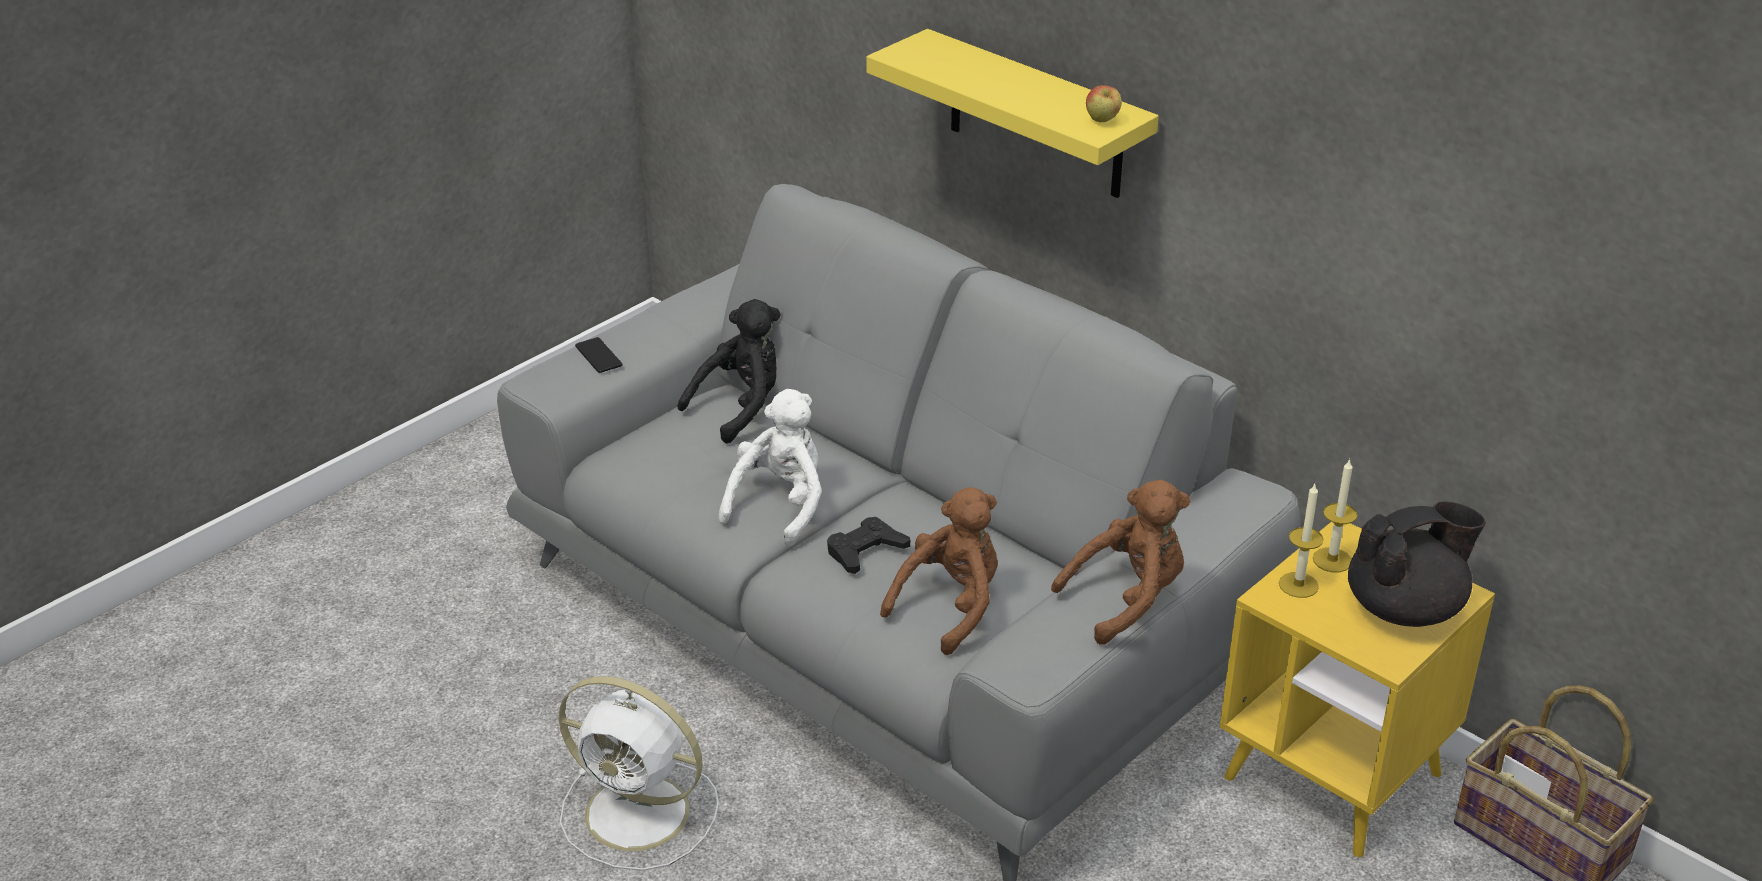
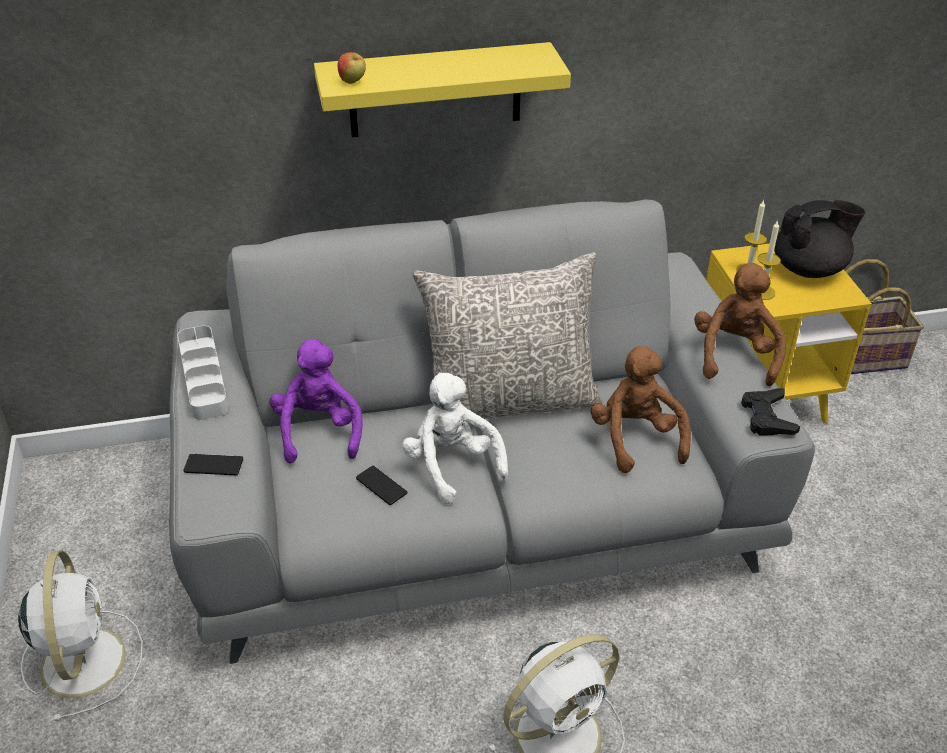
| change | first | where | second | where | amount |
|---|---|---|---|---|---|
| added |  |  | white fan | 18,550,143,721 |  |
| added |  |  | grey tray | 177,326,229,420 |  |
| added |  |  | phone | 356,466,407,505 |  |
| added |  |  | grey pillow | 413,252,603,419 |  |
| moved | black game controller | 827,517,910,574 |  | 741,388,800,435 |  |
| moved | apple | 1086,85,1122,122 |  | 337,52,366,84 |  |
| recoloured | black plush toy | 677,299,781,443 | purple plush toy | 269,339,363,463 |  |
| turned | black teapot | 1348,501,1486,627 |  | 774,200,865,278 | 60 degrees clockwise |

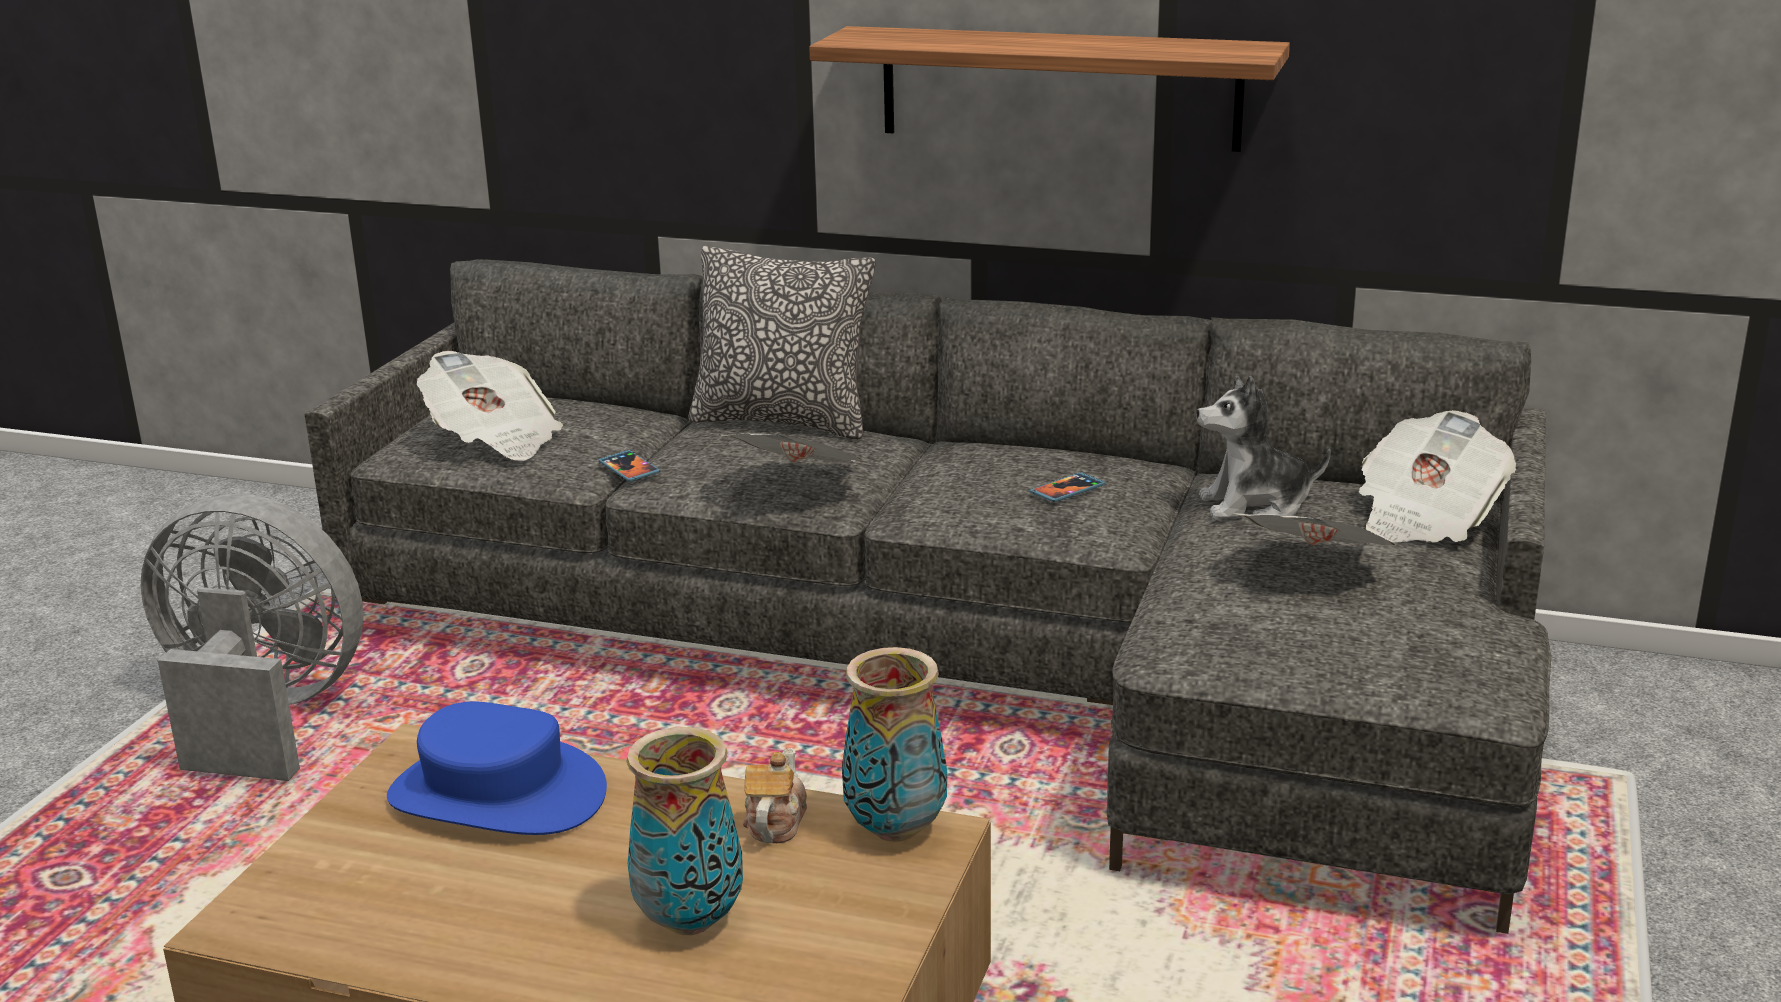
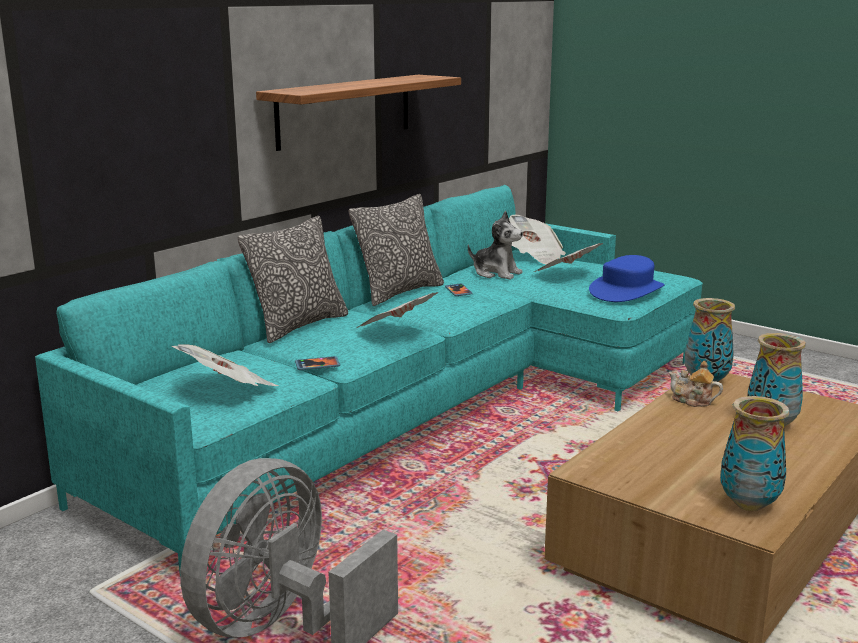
| change | first | where | second | where | amount |
|---|---|---|---|---|---|
| added |  |  | pillow | 349,194,444,306 |  |
| added |  |  | vase | 720,396,790,511 |  |
| moved | blue hat | 387,702,607,835 |  | 589,255,665,302 |  |
| recoloured | grey sofa | 305,259,1551,934 | turquoise sofa | 35,185,703,572 |  |
| turned | plush toy | 1197,376,1331,520 |  | 468,211,523,280 | 75 degrees counterclockwise |

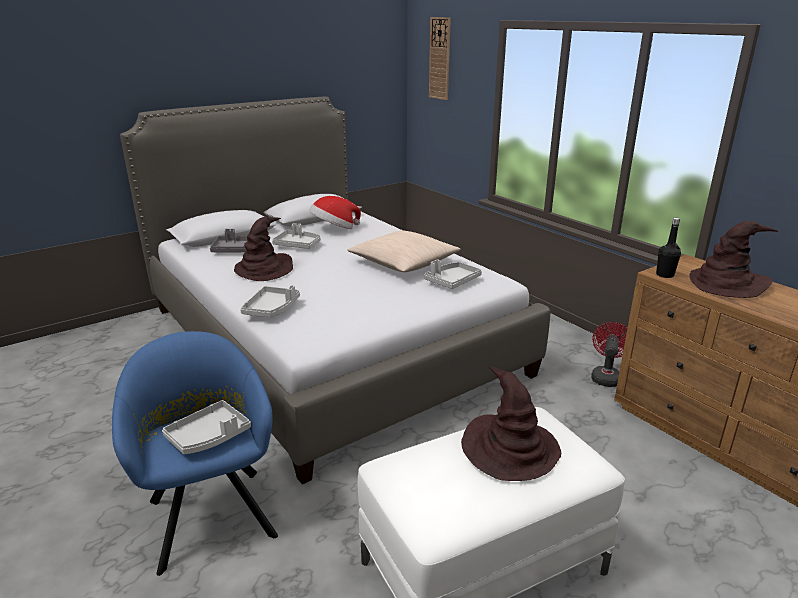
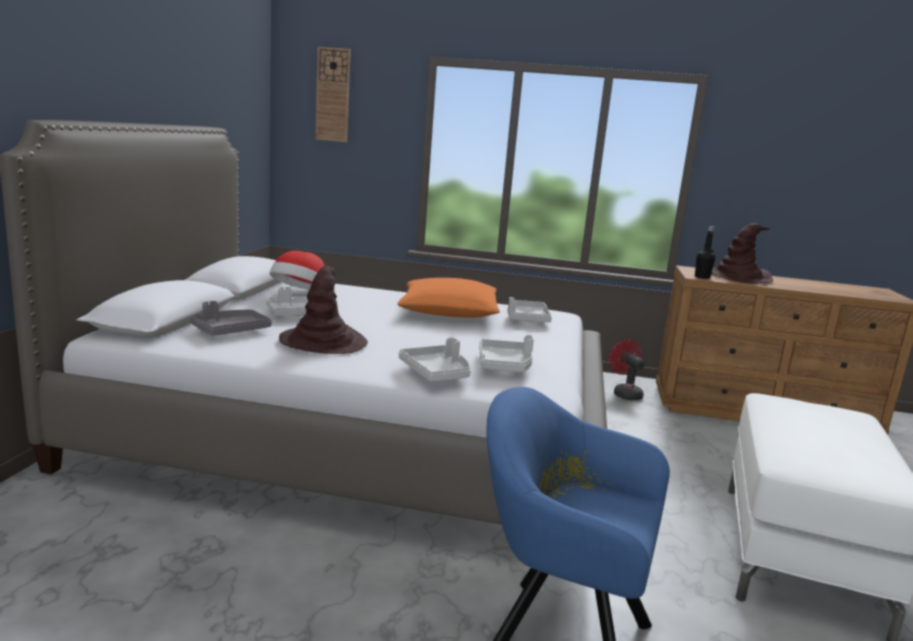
| change | first | where | second | where | amount |
|---|---|---|---|---|---|
| removed | brown hat | 461,367,561,481 |  |  |  |
| moved | grey tray | 162,400,251,454 |  | 479,335,534,372 |  |
| recoloured | beige pillow | 347,230,461,272 | orange pillow | 397,278,500,318 |  |

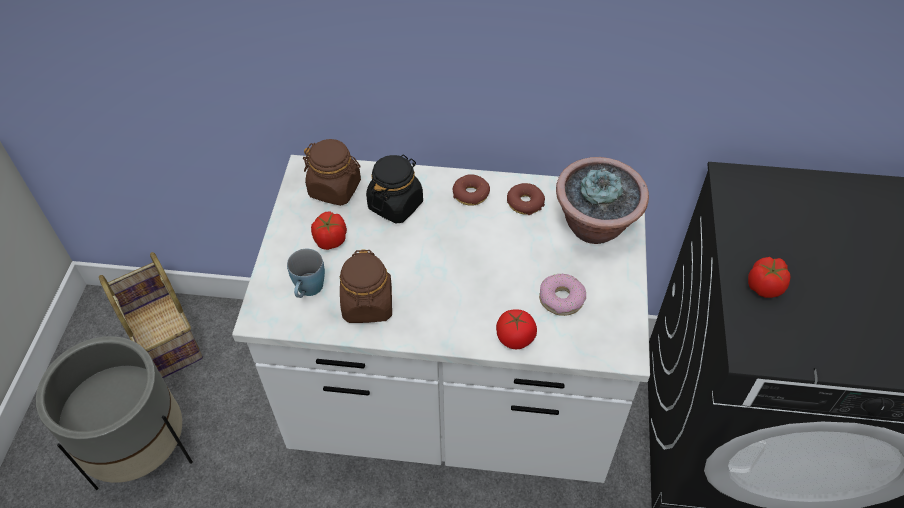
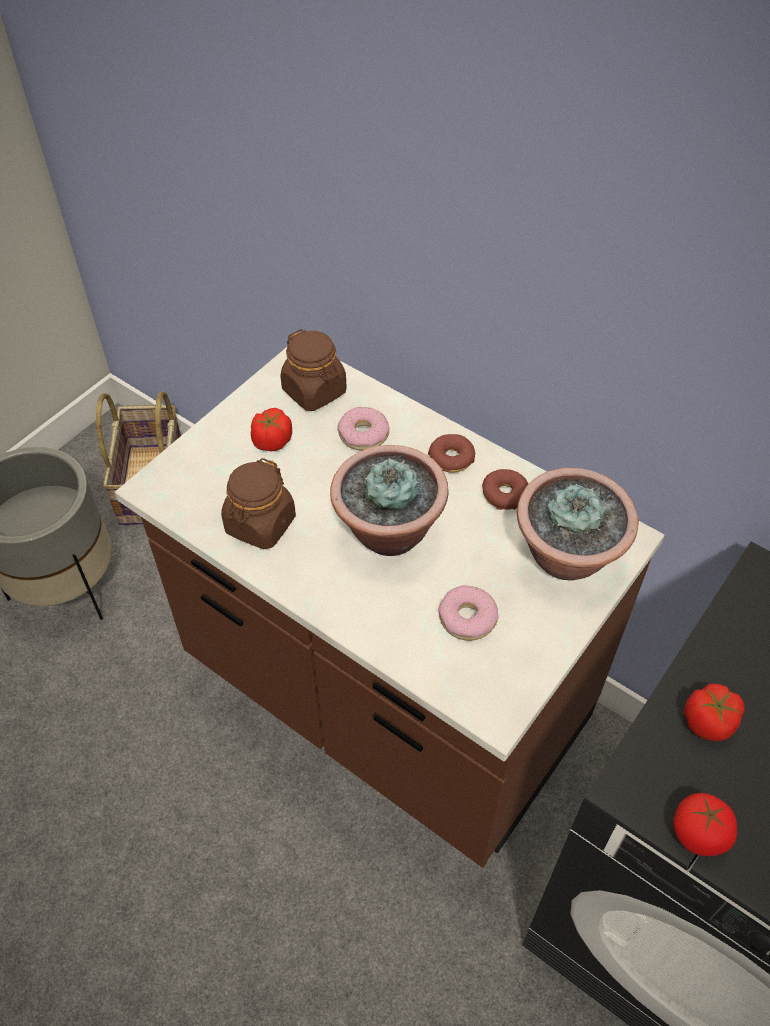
| change | first | where | second | where | amount |
|---|---|---|---|---|---|
| removed | blue mug | 287,249,325,298 |  |  |  |
| added |  |  | potted plant | 330,445,449,556 |  |
| moved | tomato | 496,309,537,349 |  | 673,793,737,856 |  |
| replaced | black jar | 366,154,423,224 | donut | 337,407,390,451 |  |
| recoloured | white counter | 232,155,650,483 | brown counter | 115,347,664,868 |  |

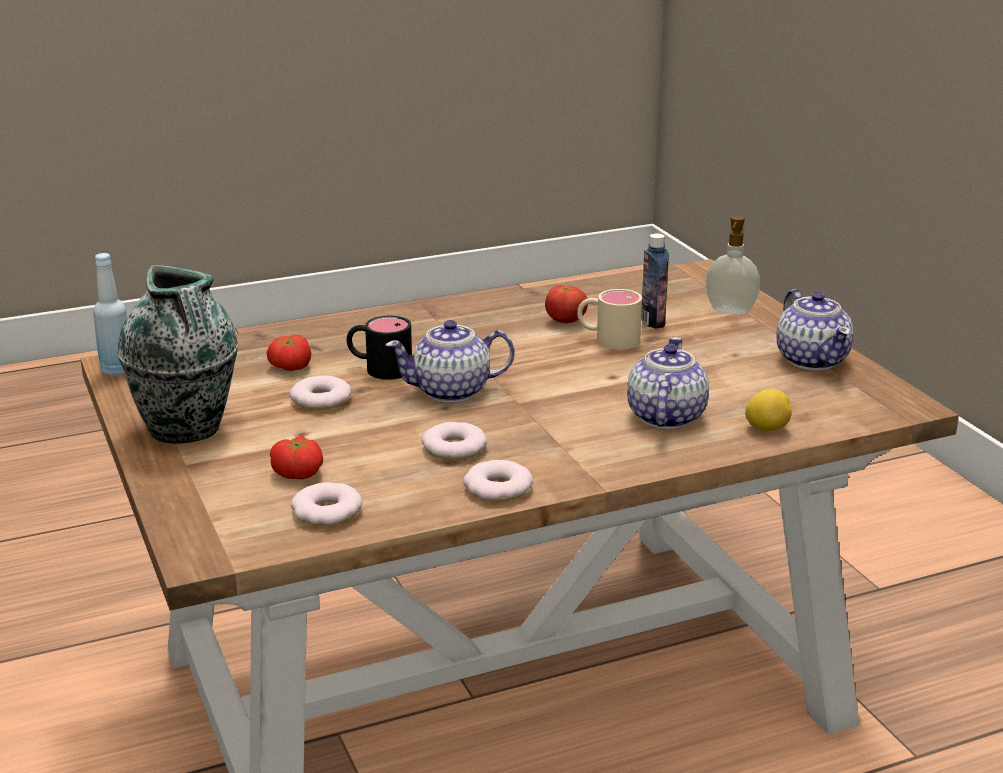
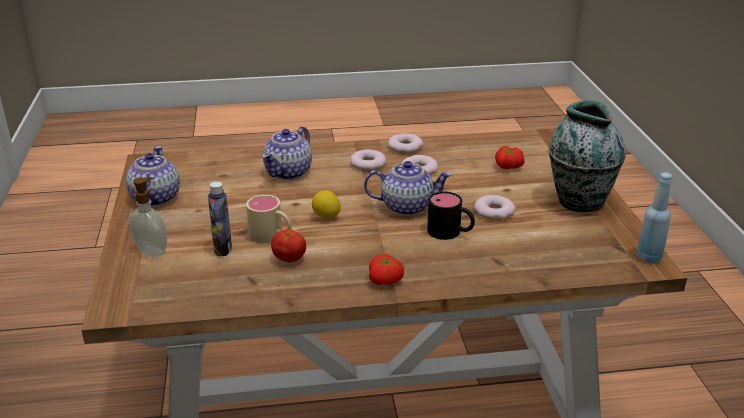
| change | first | where | second | where | amount |
|---|---|---|---|---|---|
| moved | tomato | 266,335,311,371 |  | 369,254,404,285 |  |
| moved | donut | 291,482,362,526 |  | 350,149,387,171 |  |
| moved | lemon | 745,389,792,431 |  | 312,190,341,219 |  |

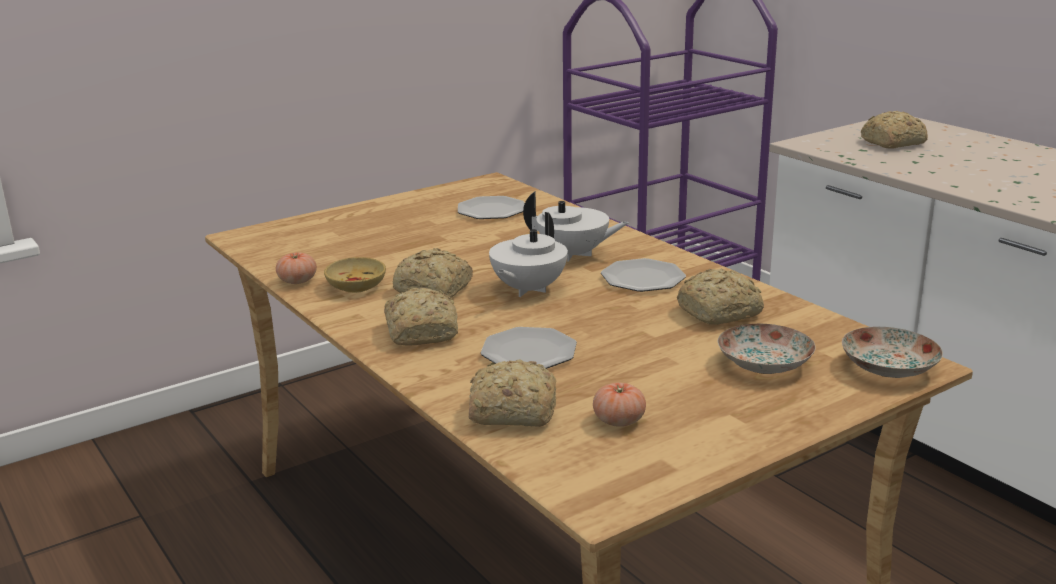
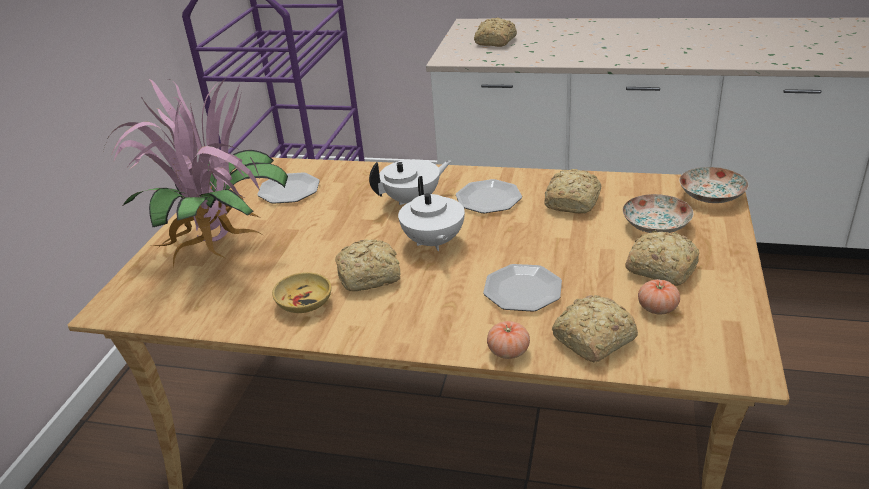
| change | first | where | second | where | amount |
|---|---|---|---|---|---|
| added |  |  | potted plant | 106,77,288,267 |  |
| moved | tomato | 276,252,317,284 |  | 487,321,530,359 |  |
| moved | bread | 384,288,458,346 |  | 625,230,699,286 |  |

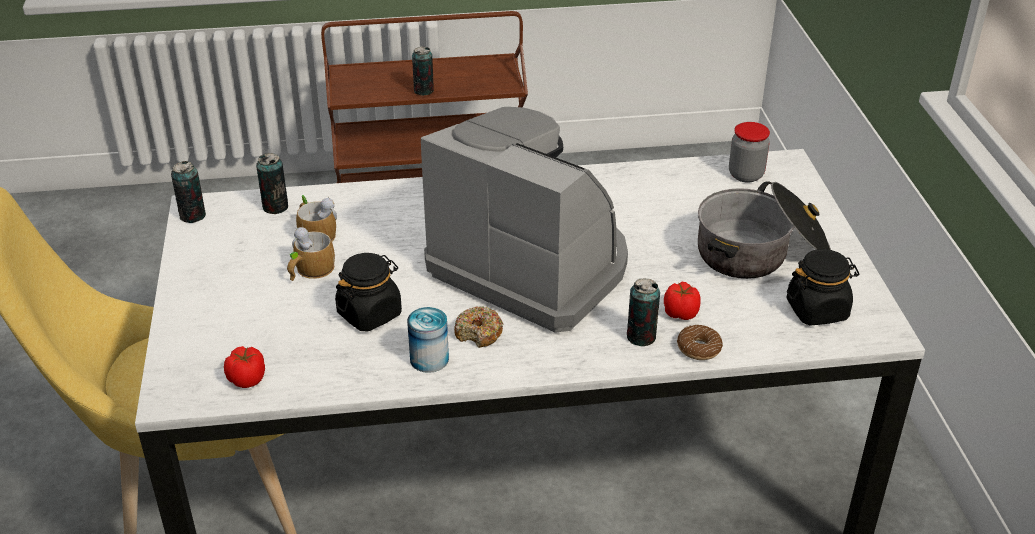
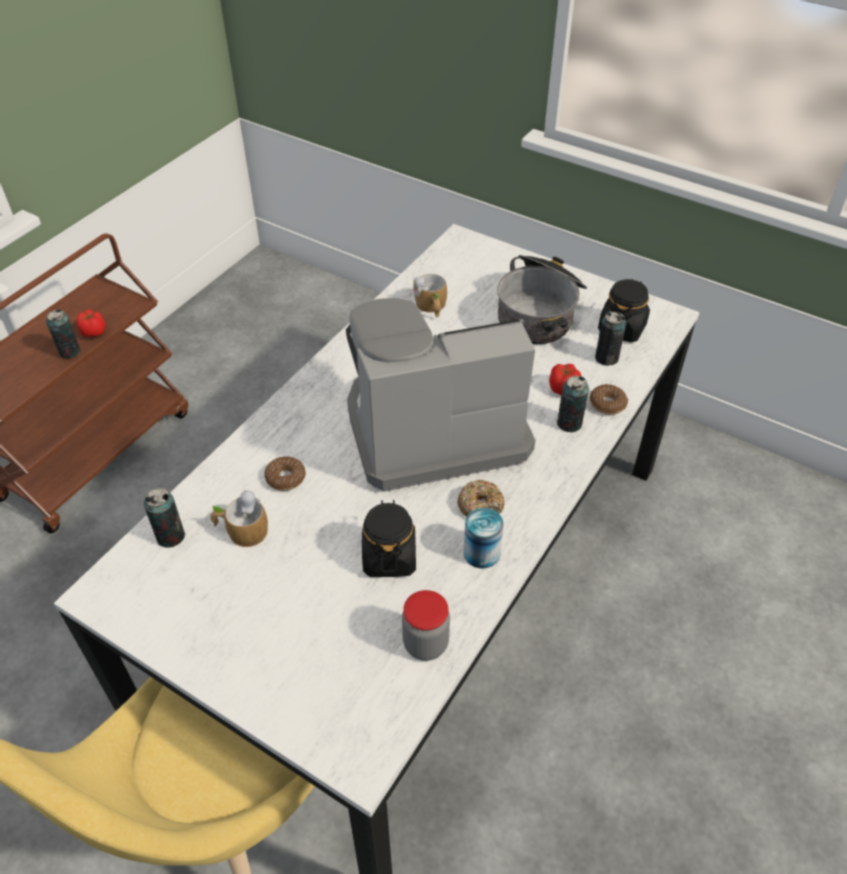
| change | first | where | second | where | amount |
|---|---|---|---|---|---|
| added |  |  | donut | 264,457,306,491 |  |
| moved | can | 171,161,206,223 |  | 595,311,626,366 |  |
| moved | tomato | 224,346,265,388 |  | 76,310,105,337 |  |
| moved | mug | 287,227,335,281 |  | 413,274,447,317 |  |
| moved | jar | 729,122,770,182 |  | 402,590,450,661 |  |

